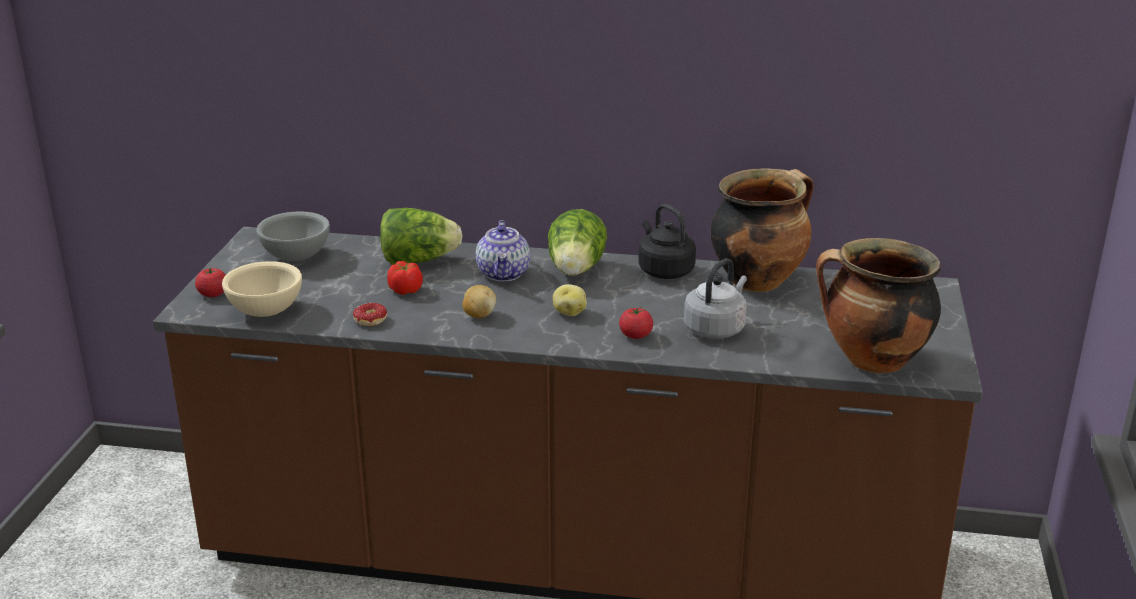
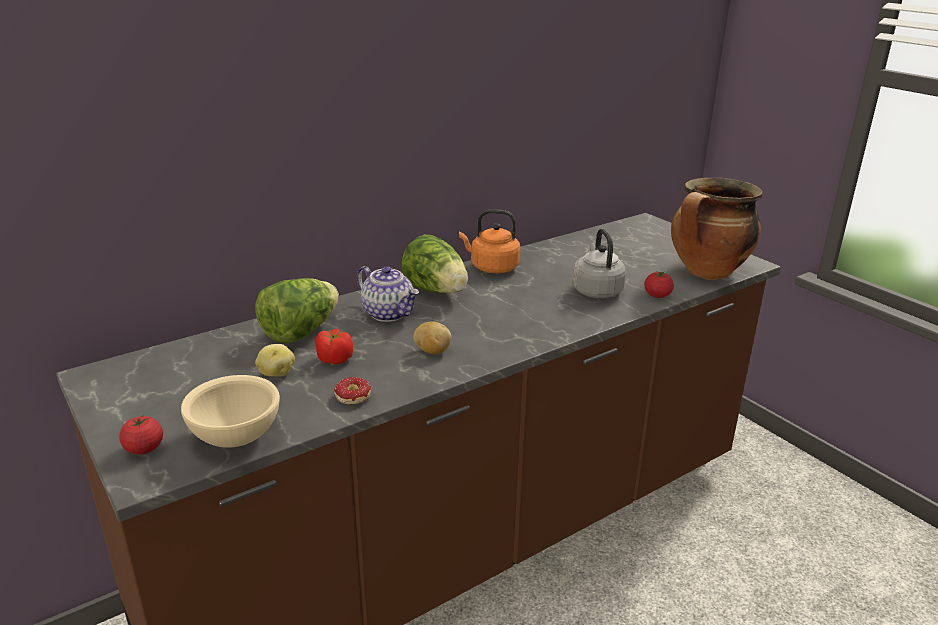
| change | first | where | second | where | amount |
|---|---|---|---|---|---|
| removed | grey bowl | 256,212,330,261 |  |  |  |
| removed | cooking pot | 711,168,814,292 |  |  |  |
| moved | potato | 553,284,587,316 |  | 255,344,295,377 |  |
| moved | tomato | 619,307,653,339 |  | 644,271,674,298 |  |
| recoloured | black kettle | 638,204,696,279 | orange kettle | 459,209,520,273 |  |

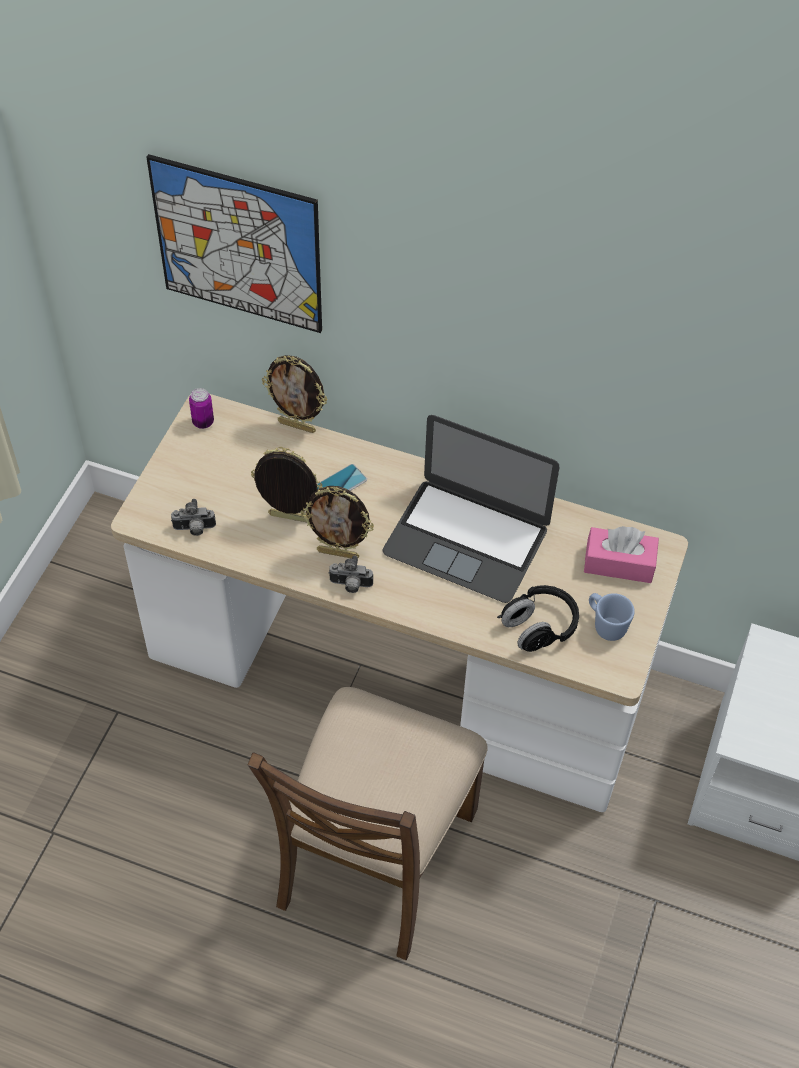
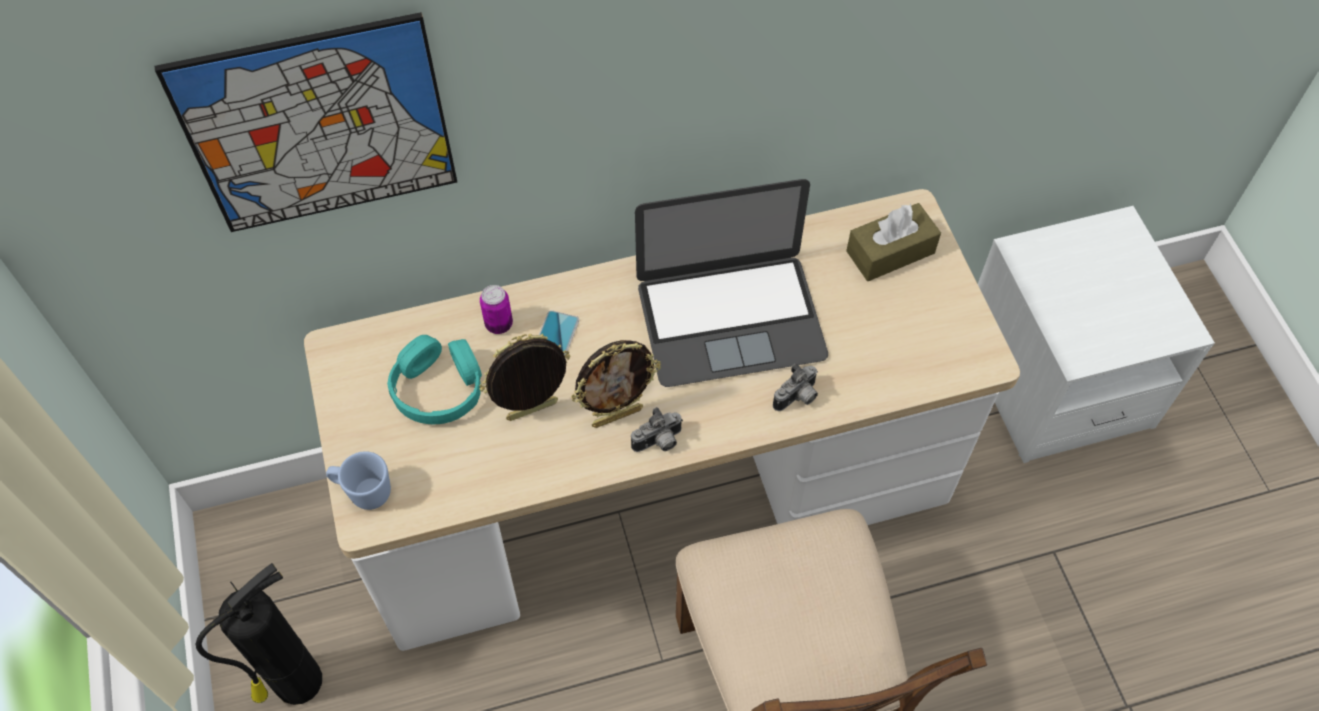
| change | first | where | second | where | amount |
|---|---|---|---|---|---|
| removed | picture frame | 262,355,328,433 |  |  |  |
| removed | black headphones | 497,585,579,652 |  |  |  |
| added |  |  | fire extinguisher | 196,563,322,705 |  |
| added |  |  | turquoise headphones | 387,335,482,424 |  |
| moved | photo camera | 171,499,216,536 |  | 773,363,818,411 |  |
| moved | can | 189,388,214,429 |  | 480,285,513,334 |  |
| moved | blue mug | 589,593,635,641 |  | 326,451,391,510 |  |
| recoloured | pink tissue box | 584,526,659,583 | brown tissue box | 846,203,941,281 |  |

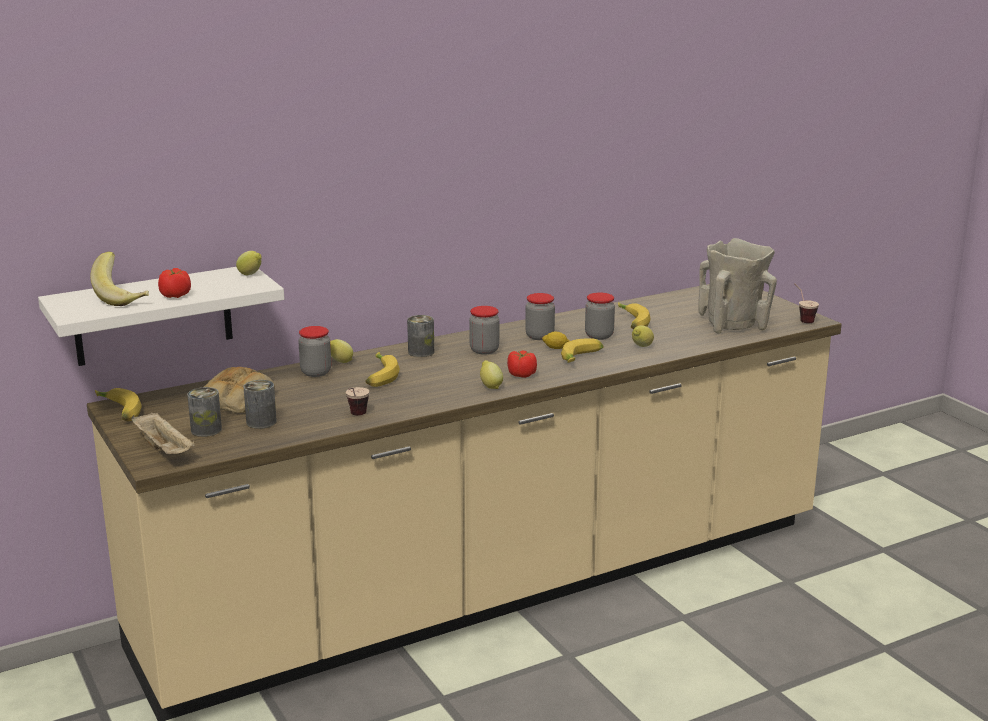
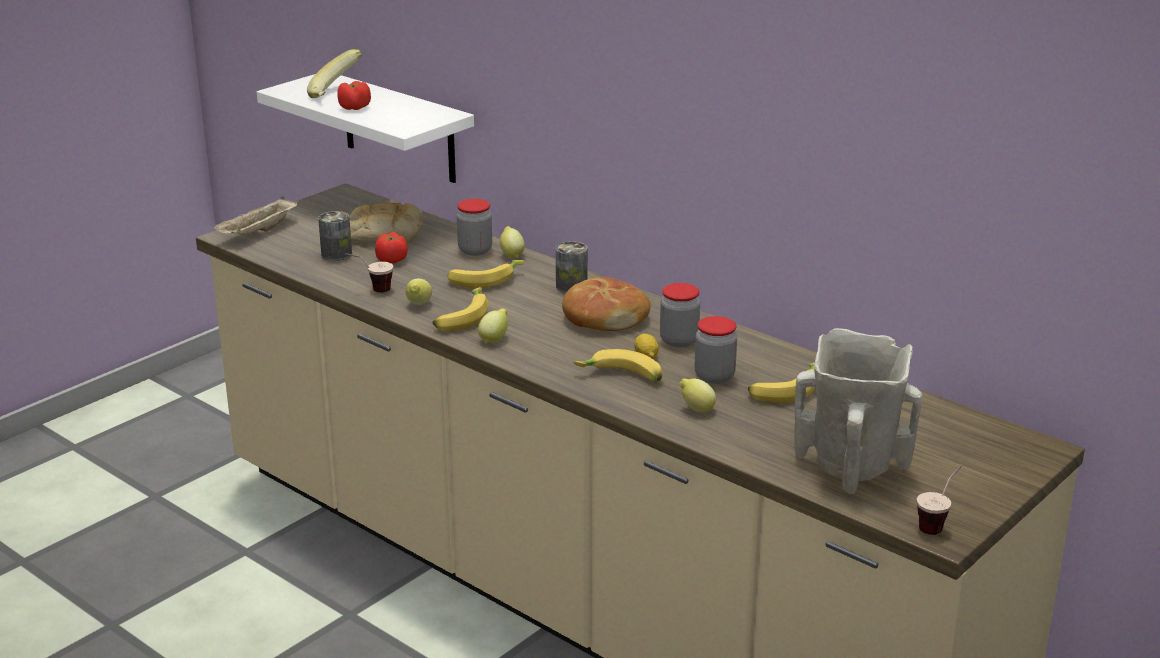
| change | first | where | second | where | amount |
|---|---|---|---|---|---|
| removed | can | 187,387,222,437 |  |  |  |
| moved | banana | 95,388,141,421 |  | 433,287,488,331 |  |
| moved | lemon | 236,251,262,275 |  | 406,279,432,305 |  |
| moved | tomato | 507,351,537,378 |  | 375,232,408,264 |  |
| replaced | jar | 469,306,500,354 | bread | 562,277,650,331 |  |

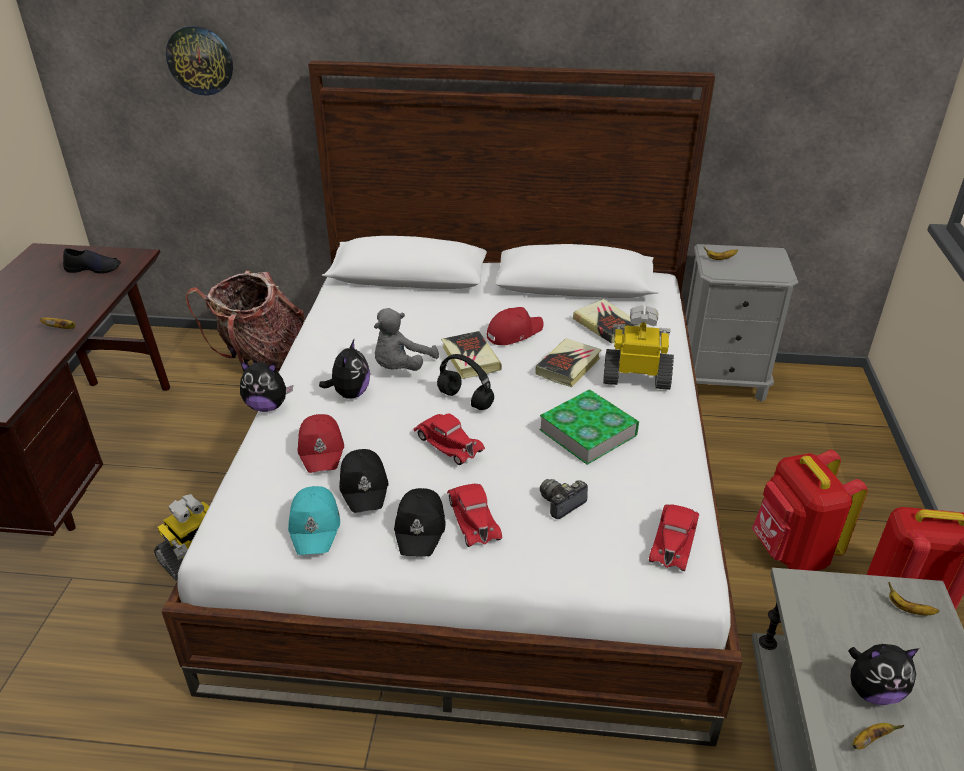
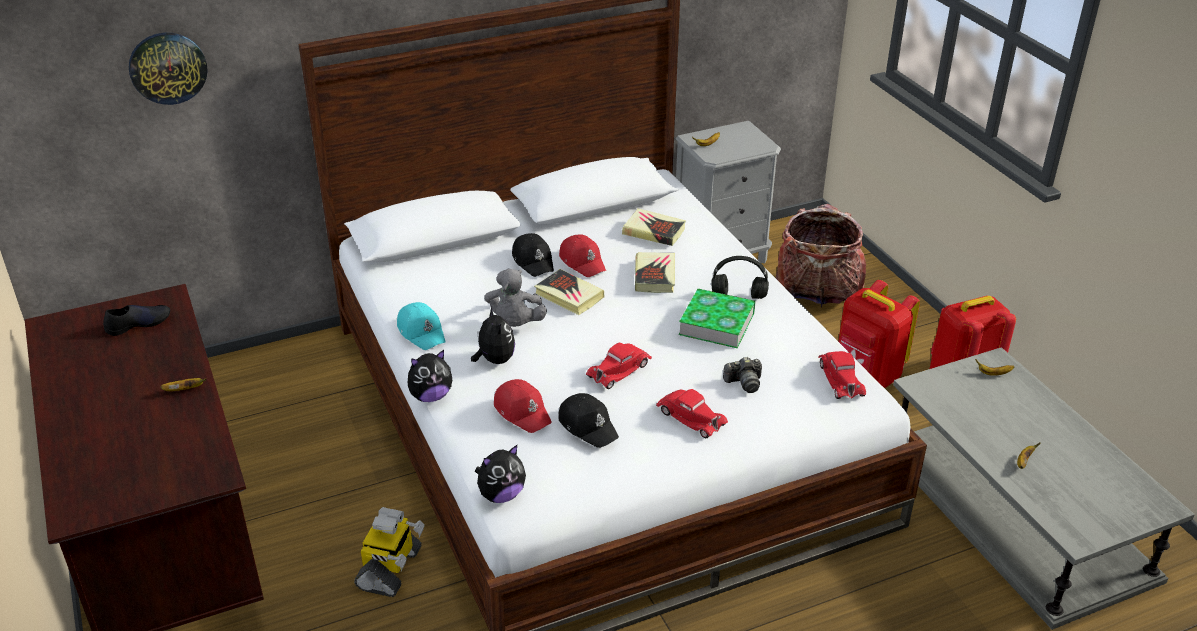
| change | first | where | second | where | amount |
|---|---|---|---|---|---|
| removed | toy robot | 603,305,674,390 |  |  |  |
| moved | backpack | 186,271,305,371 |  | 776,204,866,308 |  |
| moved | turquoise cap | 288,486,340,555 |  | 397,302,446,350 |  |
| moved | black cap | 394,488,445,557 |  | 512,233,554,277 |  |
| moved | black headphones | 437,354,494,410 |  | 711,256,769,299 |  |
| moved | plush toy | 848,644,920,705 |  | 475,445,526,503 |  |
| turned | red toy car | 413,413,485,465 |  | 586,343,652,389 | 120 degrees clockwise |
| turned | red cap | 487,307,543,345 |  | 559,234,606,277 | 120 degrees clockwise |
| turned | photo camera | 540,479,588,519 |  | 723,357,762,393 | 120 degrees counterclockwise |

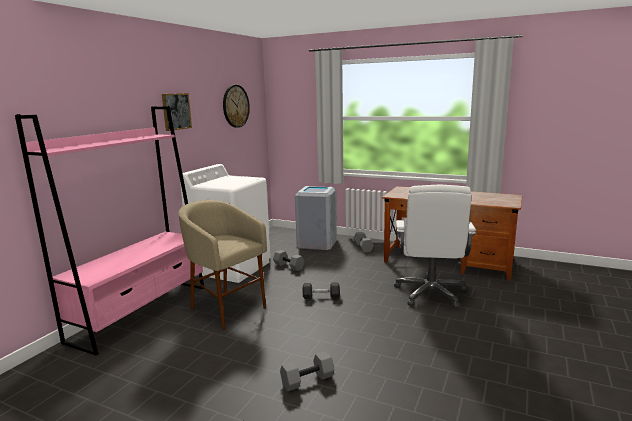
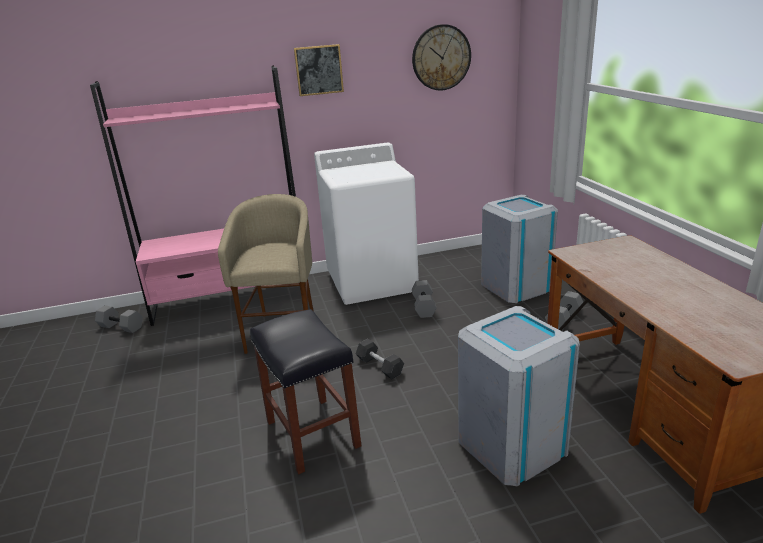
| change | first | where | second | where | amount |
|---|---|---|---|---|---|
| added |  |  | black stool | 250,309,361,474 |  |
| moved | grey dumbbell | 280,351,335,391 |  | 95,305,143,333 |  |
| replaced | white office chair | 394,185,476,309 | grey trash can | 458,306,580,486 |  |

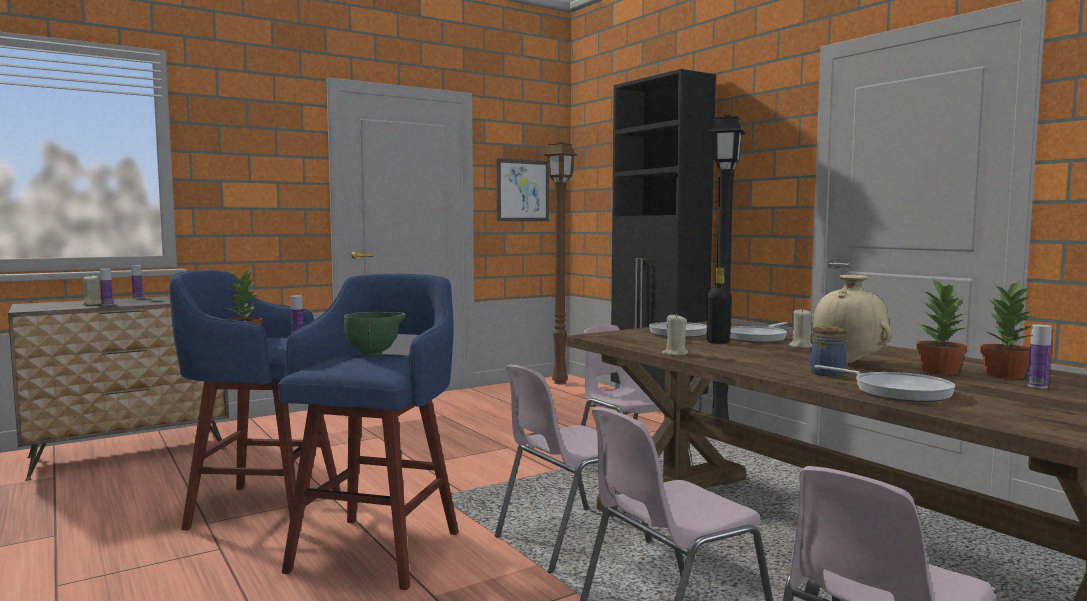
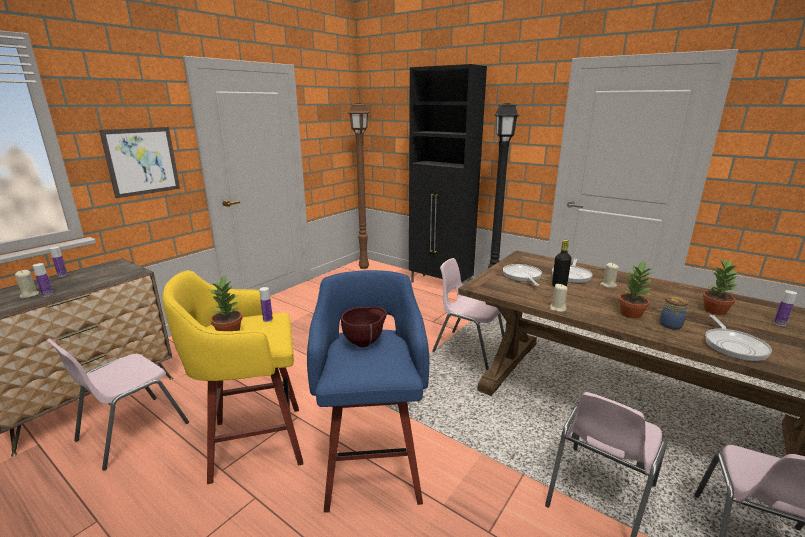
| change | first | where | second | where | amount |
|---|---|---|---|---|---|
| removed | beige vase | 812,275,892,363 |  |  |  |
| moved | pink chair | 495,365,652,573 |  | 46,339,189,471 |  |
| moved | picture | 496,158,549,221 |  | 99,127,180,198 |  |
| moved | potted plant | 980,281,1034,379 |  | 619,261,654,319 |  |
| recoloured | blue stool | 169,270,340,532 | yellow stool | 163,270,303,484 |  |
| recoloured | green bowl | 343,312,405,356 | brown bowl | 341,307,387,347 |  |
| turned | frying pan | 814,365,955,402 |  | 705,315,772,361 | 75 degrees clockwise |

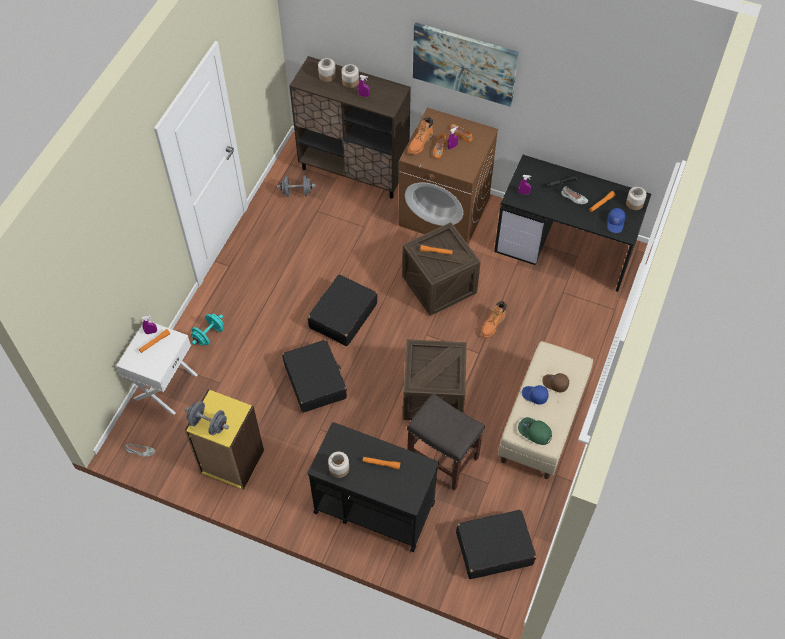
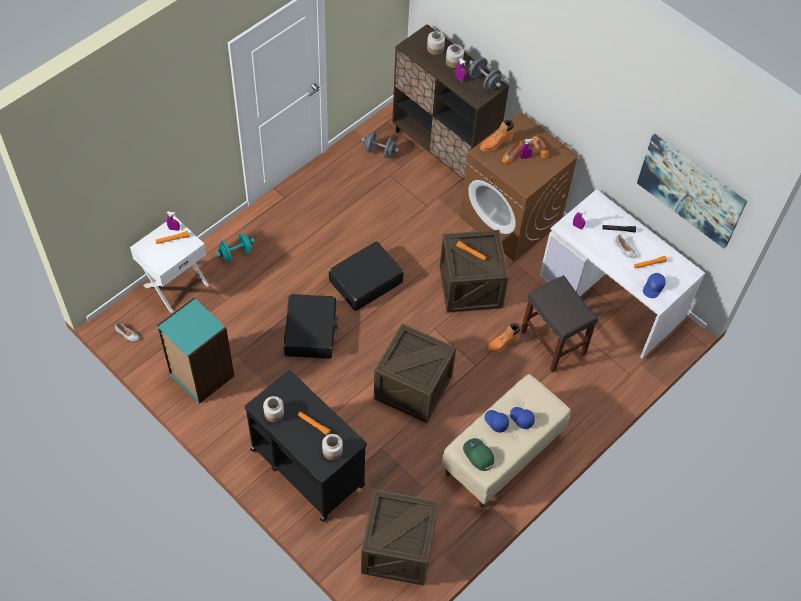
| change | first | where | second | where | amount |
|---|---|---|---|---|---|
| moved | grey dumbbell | 185,401,229,435 |  | 469,58,502,90 |  |
| moved | grey stool | 407,393,485,490 |  | 521,275,598,373 |  |
| moved | picture | 413,23,519,107 |  | 637,134,747,249 |  |
| moved | jar | 626,187,647,210 |  | 322,434,343,460 |  |
| replaced | black suitcase | 456,510,536,579 | crate | 361,489,439,586 |  |
| recoloured | yellow bookcase | 185,389,264,490 | turquoise bookcase | 157,297,234,404 |  |
| recoloured | black desk | 494,155,651,292 | white desk | 540,189,705,359 |  |
| recoloured | brown cap | 542,373,569,392 | blue cap | 510,407,535,429 |  |

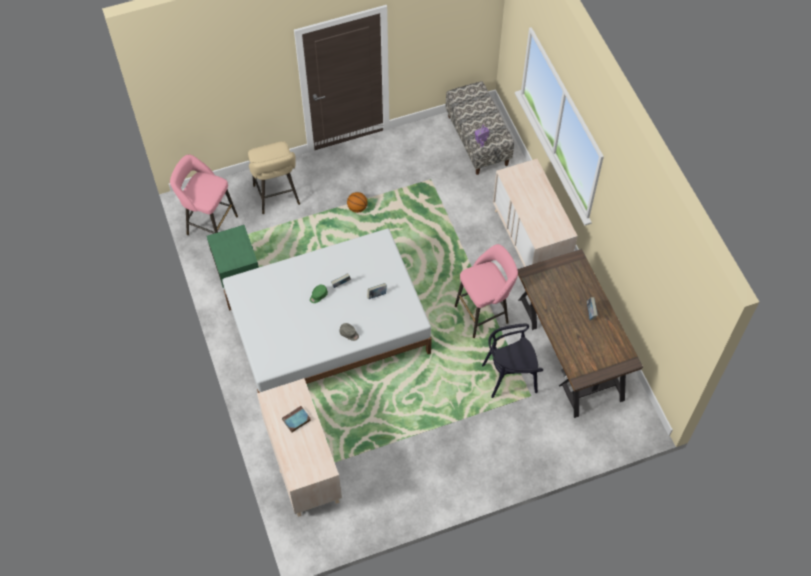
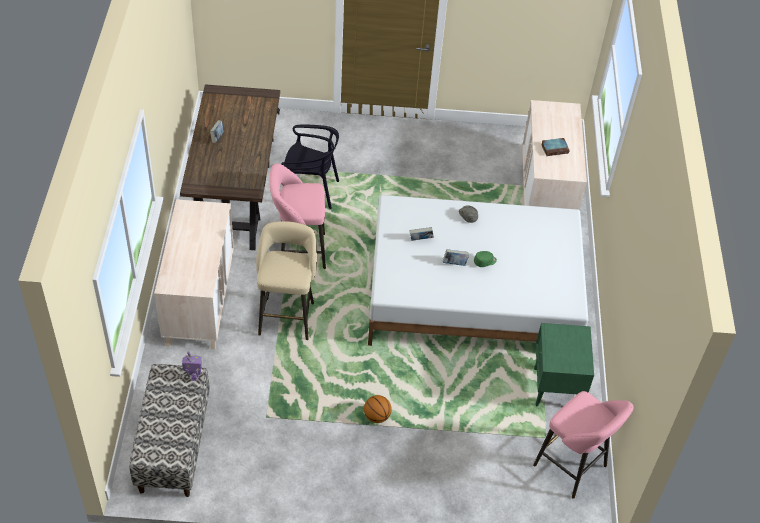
| change | first | where | second | where | amount |
|---|---|---|---|---|---|
| moved | beige stool | 248,141,300,214 |  | 256,221,317,340 |  |

